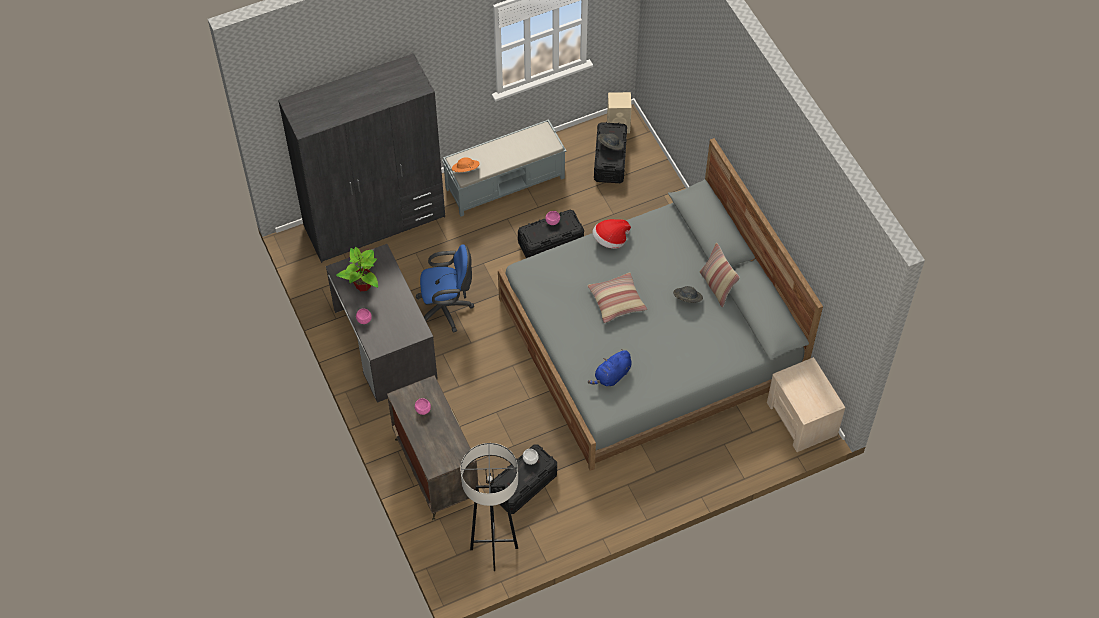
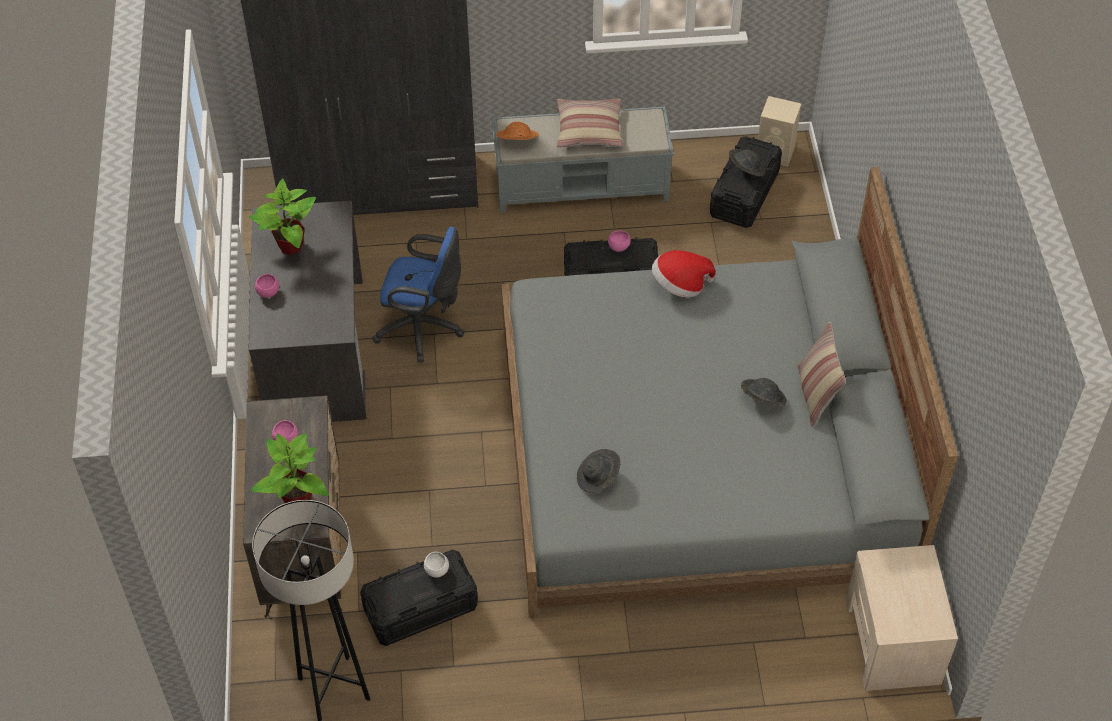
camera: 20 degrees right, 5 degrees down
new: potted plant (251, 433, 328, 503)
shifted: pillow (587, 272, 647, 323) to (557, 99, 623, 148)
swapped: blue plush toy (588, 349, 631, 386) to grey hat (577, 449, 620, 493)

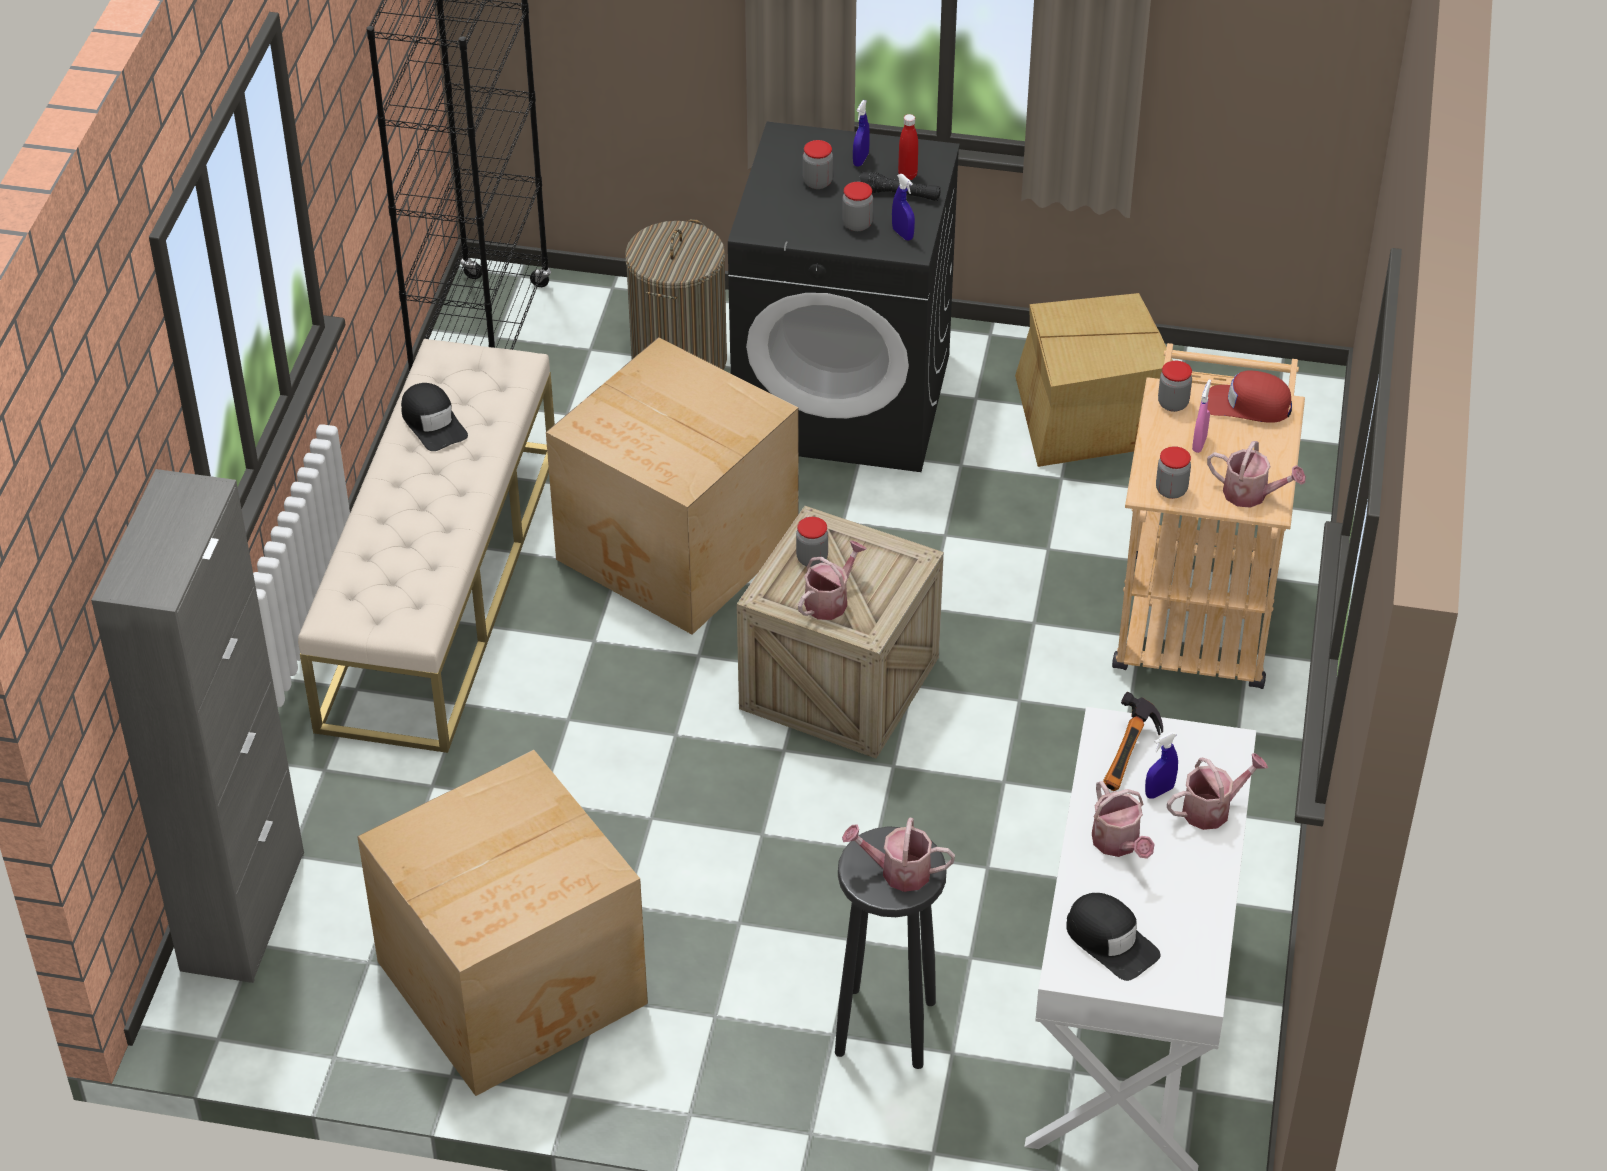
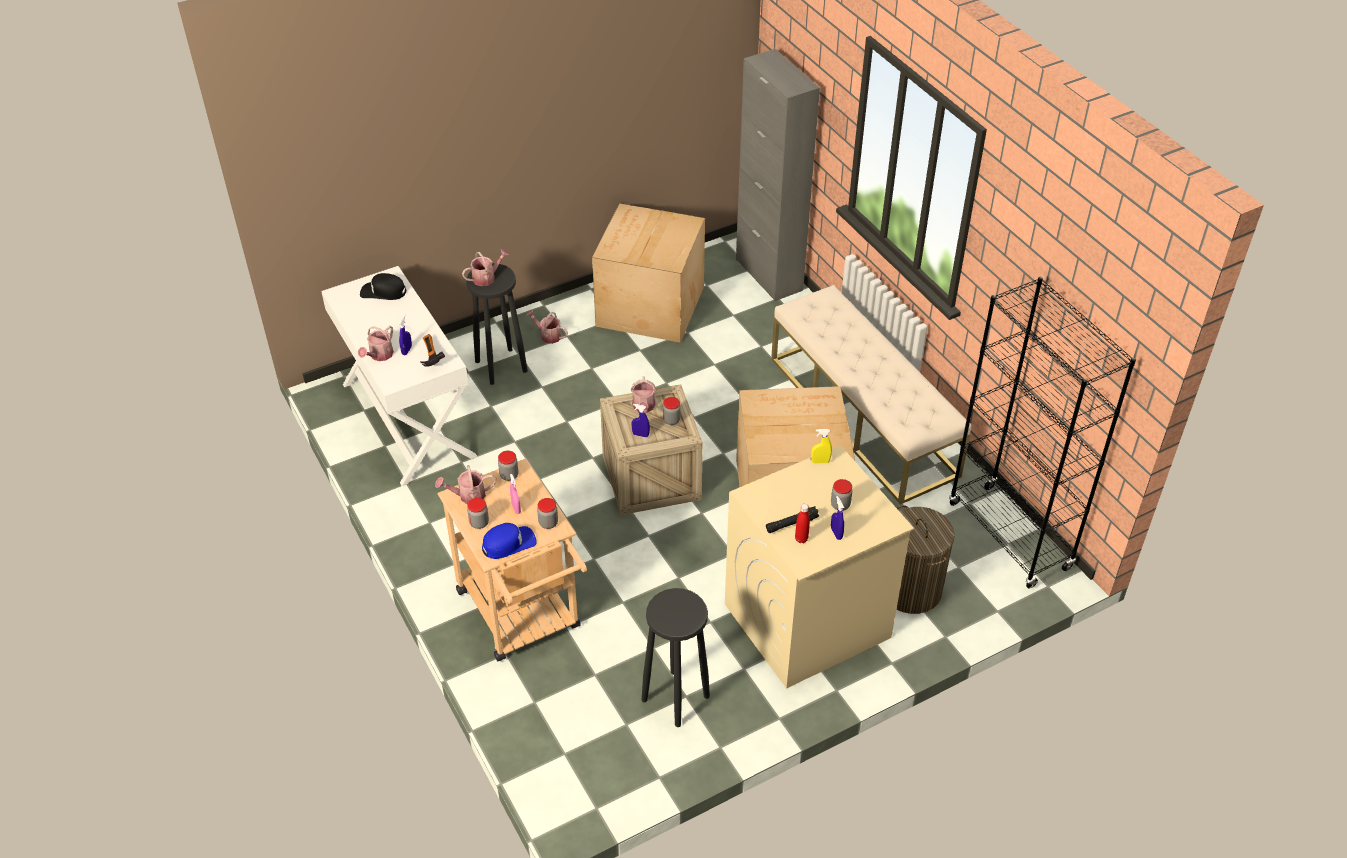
camera: 140 degrees right, 0 degrees up
gone: black cap (401, 383, 468, 451)
new: yellow spray bottle (811, 429, 832, 464)
shifted: jar (842, 182, 873, 231) to (467, 498, 489, 529); watering can (1092, 781, 1155, 859) to (526, 310, 568, 344); blue spray bottle (892, 174, 915, 240) to (631, 404, 650, 437)
swapped: cardboard box (1015, 293, 1173, 467) to black stool (642, 588, 710, 727)
repainted: red cap (1207, 371, 1292, 423) to blue cap (482, 523, 537, 559); black washing machine (728, 122, 960, 472) to beige washing machine (725, 445, 914, 689)

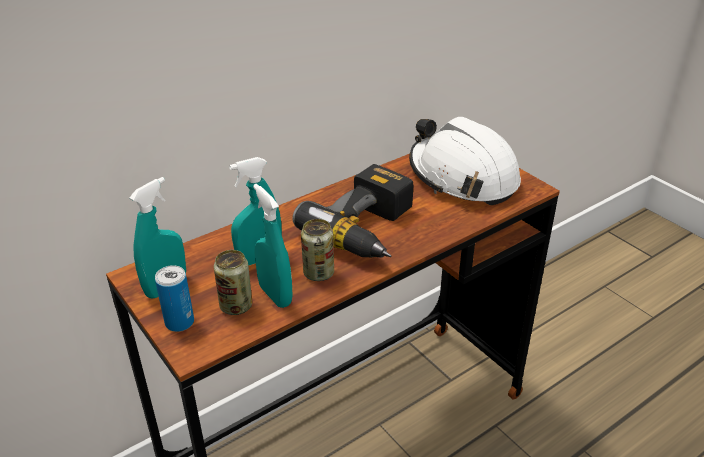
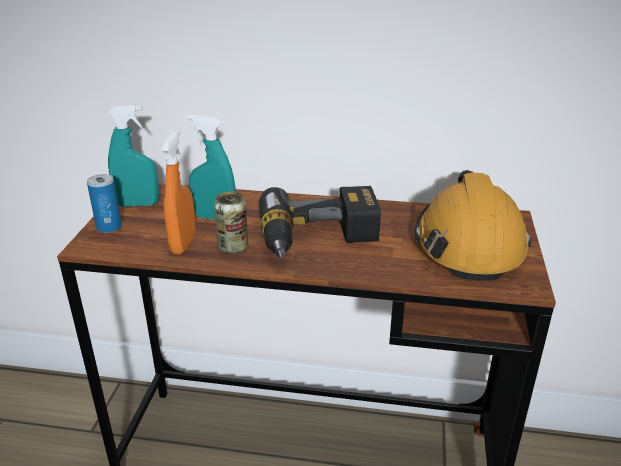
camera: 45 degrees right, 5 degrees down
gone: can (214, 250, 252, 315)
repainted: turquoise spray bottle (253, 184, 293, 308) to orange spray bottle (162, 130, 196, 255); white hard hat (409, 117, 521, 206) to orange hard hat (415, 170, 531, 281)

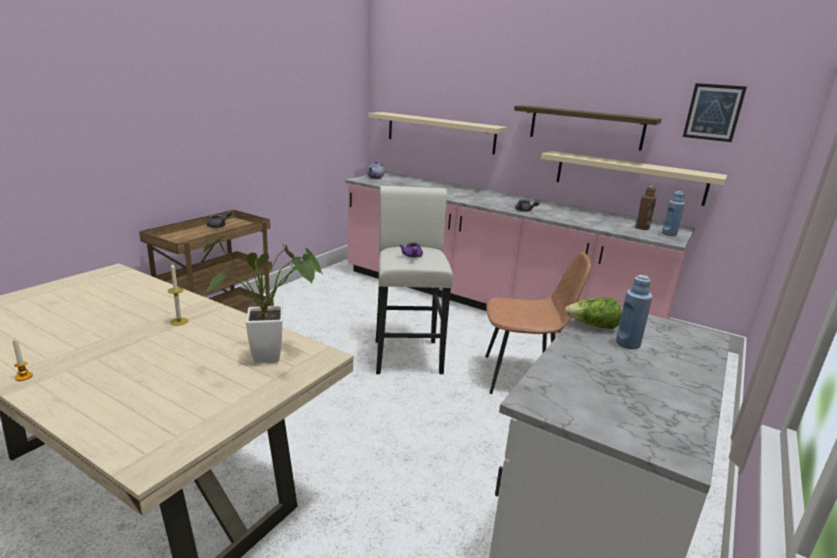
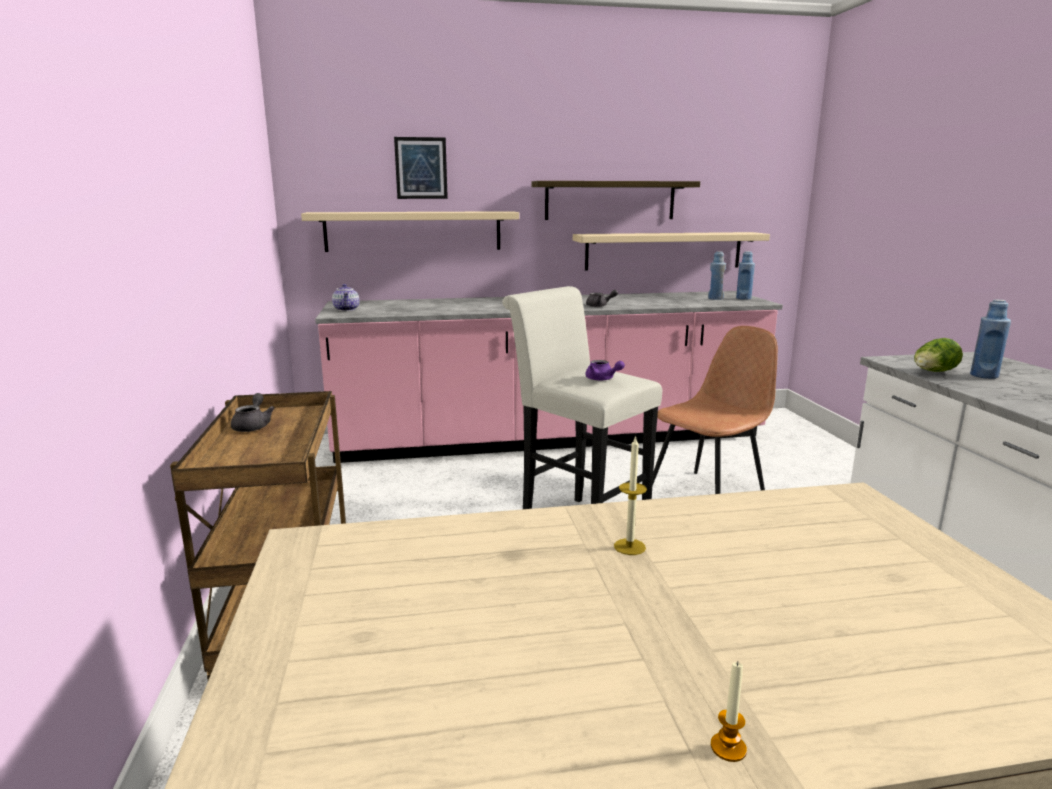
camera: 40 degrees left, 5 degrees down
gone: potted plant (204, 236, 323, 363)
shifted: picture (683, 83, 747, 142) to (394, 137, 448, 199)
repainted: brown bottle (635, 186, 657, 230) to blue bottle (708, 251, 726, 300)

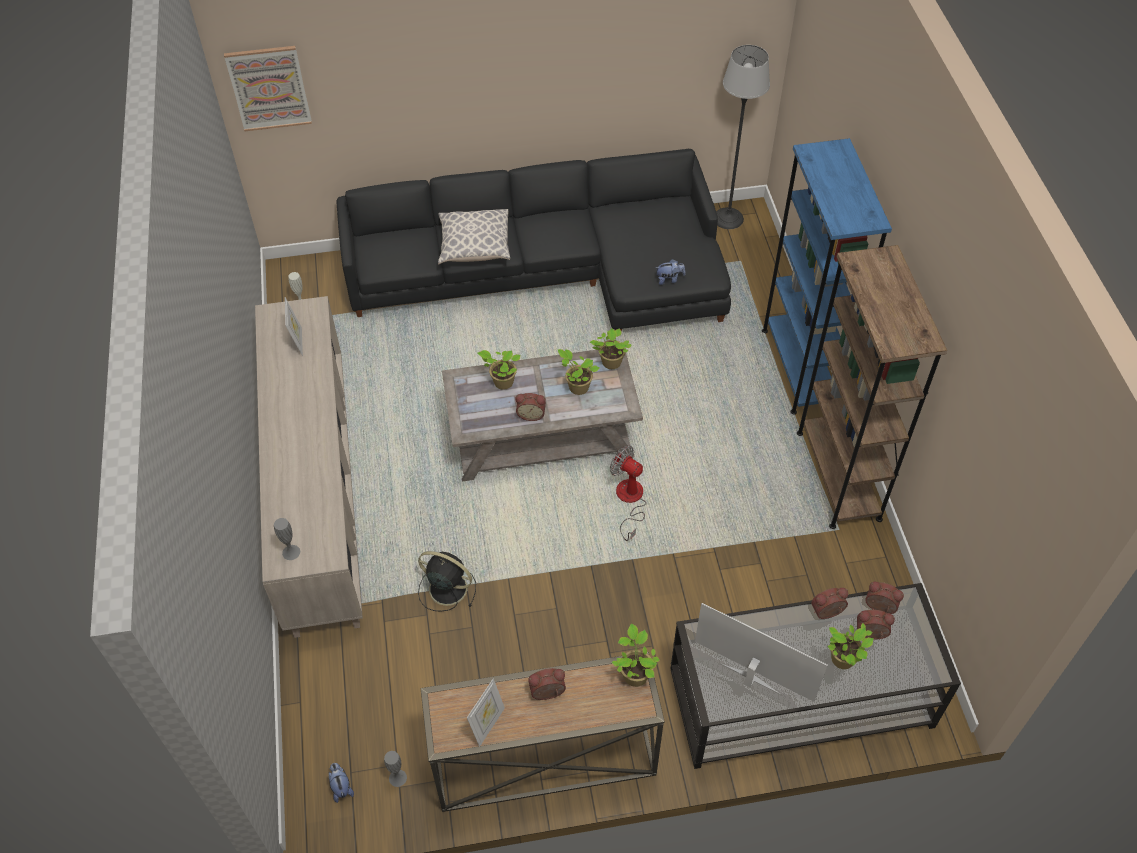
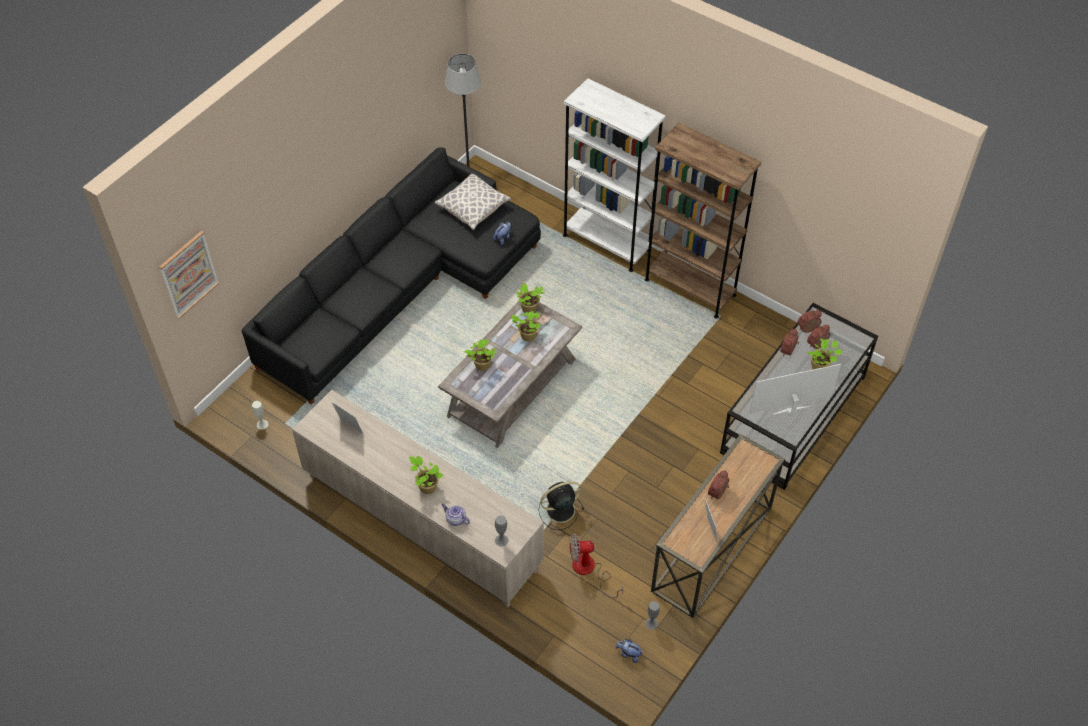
camera: 45 degrees left, 0 degrees up
gone: alarm clock (515, 393, 546, 421)
new: teapot (442, 504, 470, 526)
shifted: potted plant (612, 624, 660, 687) to (409, 456, 444, 494); pillow (438, 209, 510, 265) to (435, 174, 511, 231); fan (610, 446, 646, 541) to (570, 534, 623, 598)
repainted: blue bookcase (762, 138, 892, 415) to white bookcase (563, 78, 666, 272)

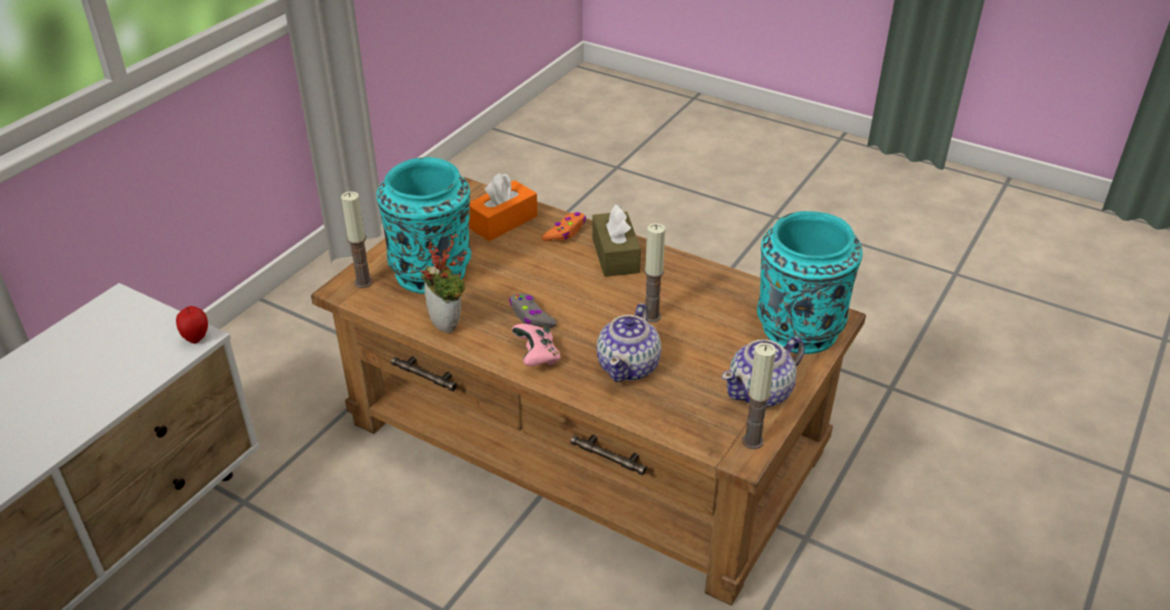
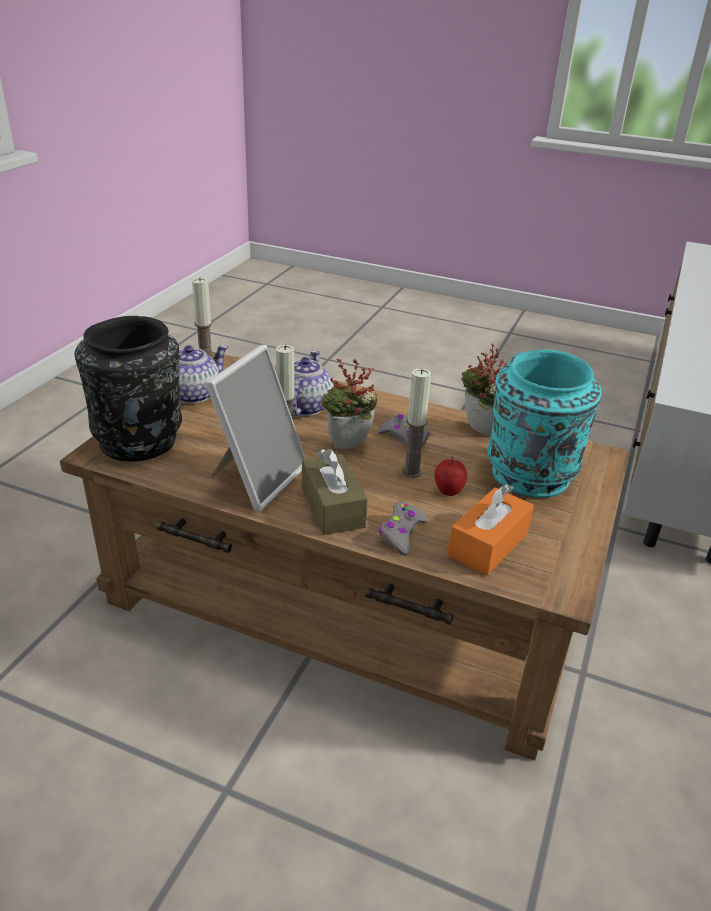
camera: 170 degrees right, 5 degrees down
gone: pink game controller (512, 324, 560, 366)
new: picture frame (205, 345, 306, 512); potted plant (321, 358, 377, 449)
shifted: candle (341, 191, 373, 288) to (402, 368, 431, 478); apple (176, 306, 208, 344) to (434, 456, 467, 496)
repainted: turquoise vase (757, 211, 862, 354) to black vase (74, 316, 182, 462); orange game controller (541, 212, 586, 241) to grey game controller (379, 502, 428, 556)

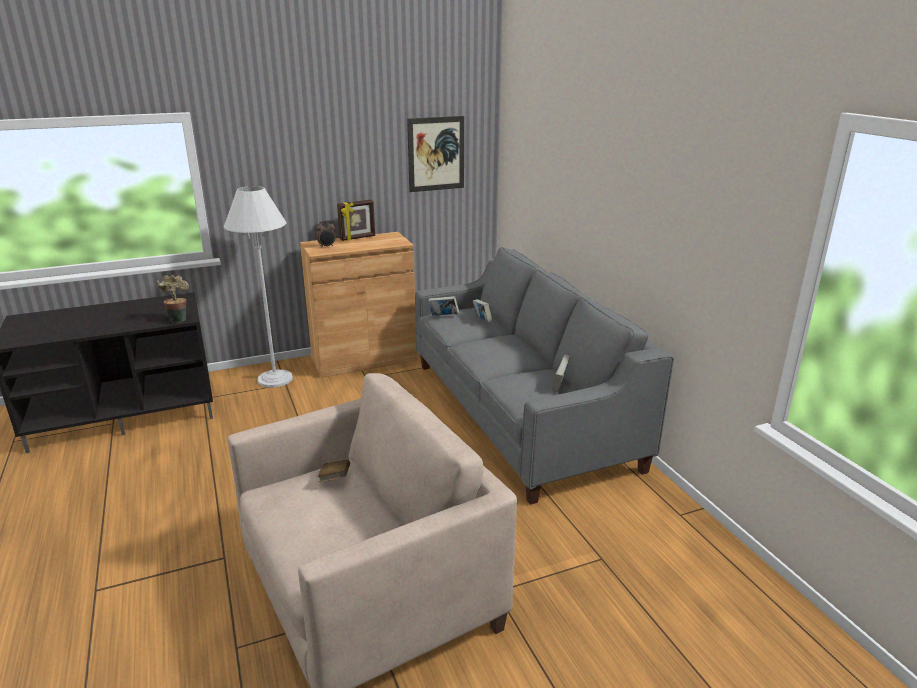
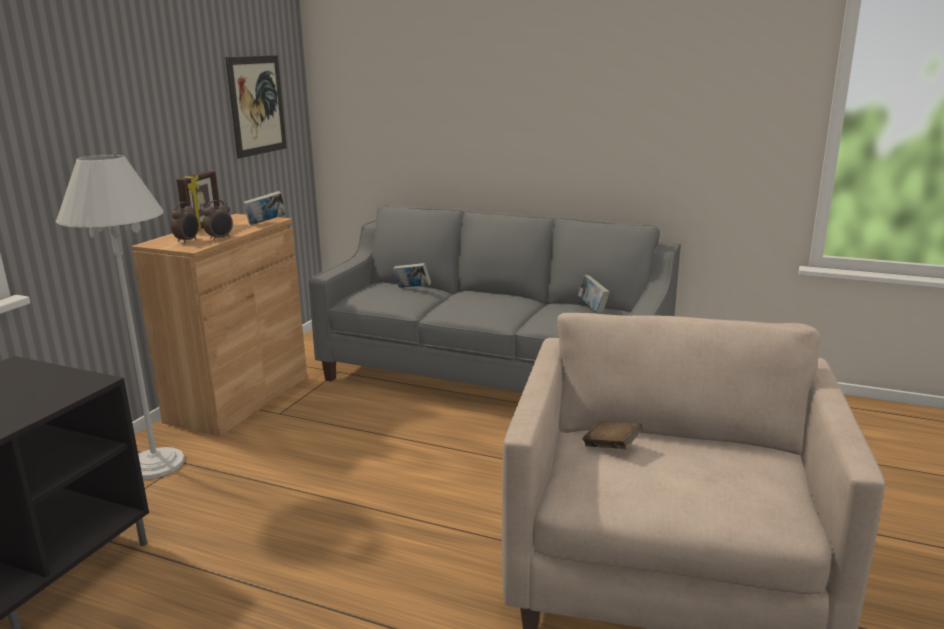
camera: 45 degrees left, 5 degrees down
gone: potted plant (157, 275, 189, 323)
new: alarm clock (203, 200, 233, 241)
shifted: book (428, 296, 459, 316) to (243, 191, 286, 225)

